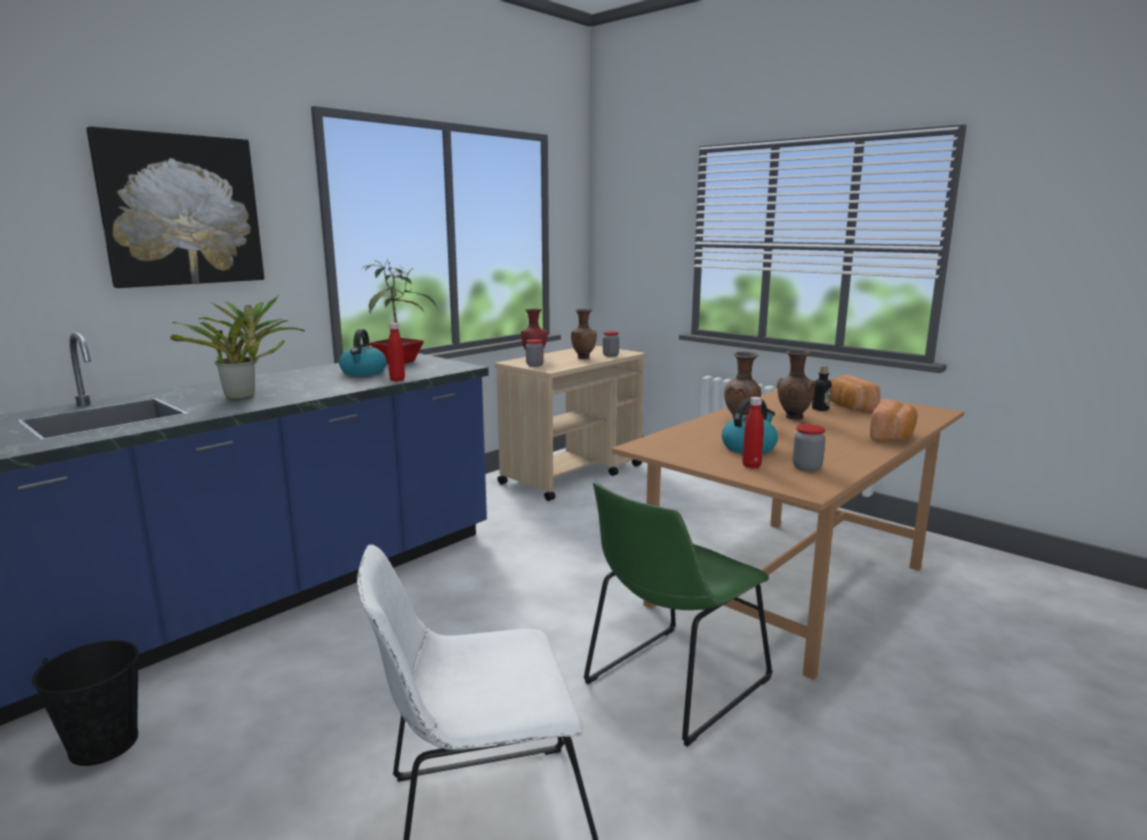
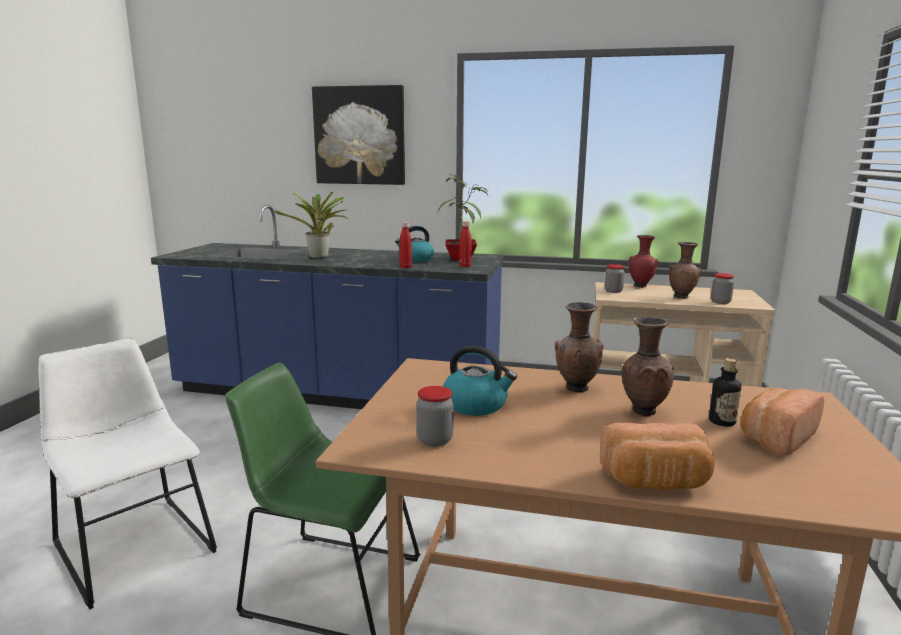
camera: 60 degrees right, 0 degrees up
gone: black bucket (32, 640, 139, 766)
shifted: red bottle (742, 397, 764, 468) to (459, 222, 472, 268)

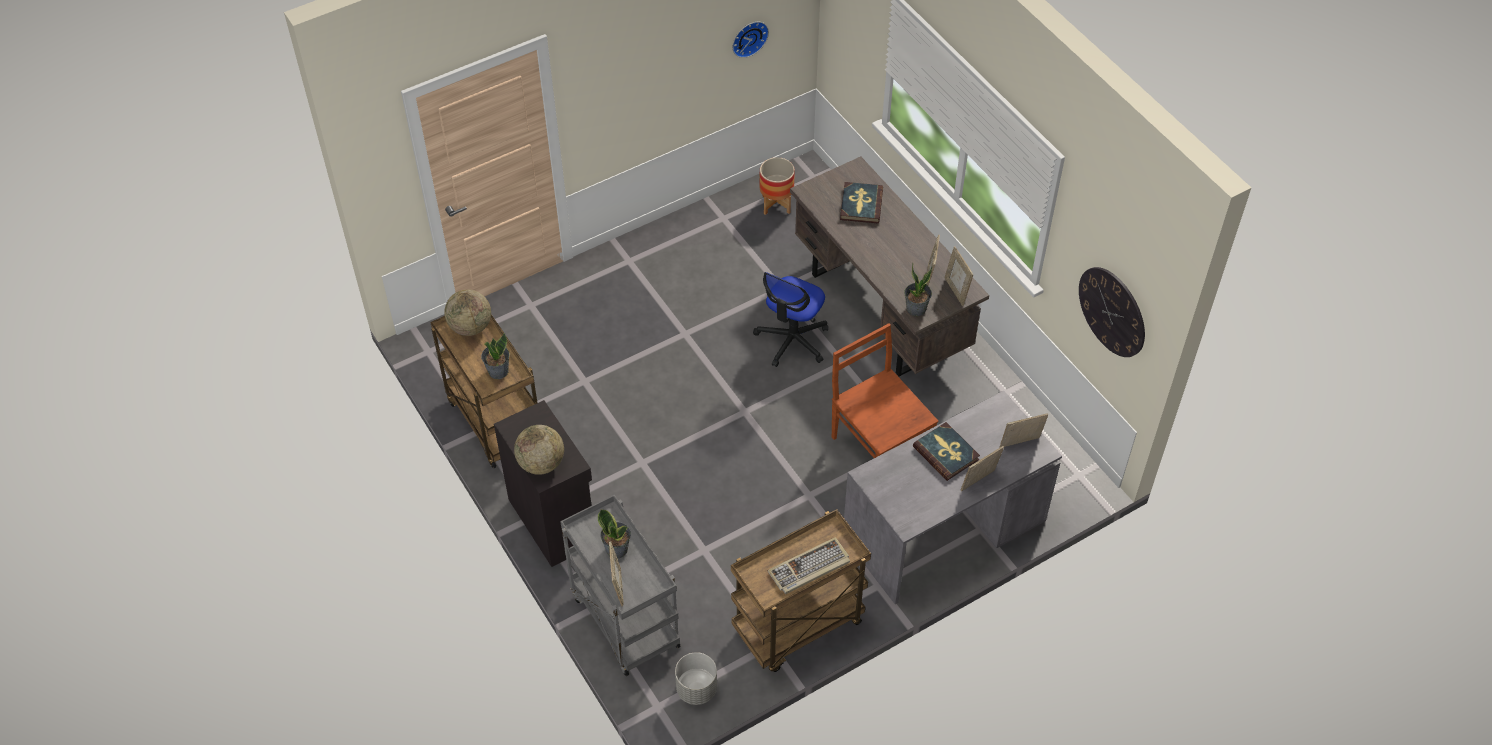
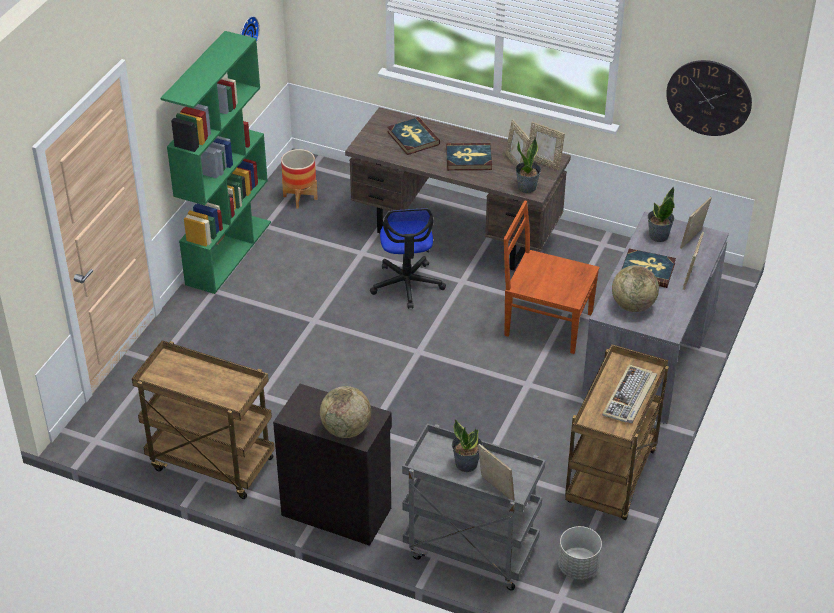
camera: 35 degrees left, 10 degrees down
new: green bookcase (161, 31, 271, 294); book (446, 143, 492, 170)
shifted: globe (444, 289, 491, 336) to (612, 265, 659, 312); potted plant (481, 333, 510, 379) to (647, 187, 675, 242)

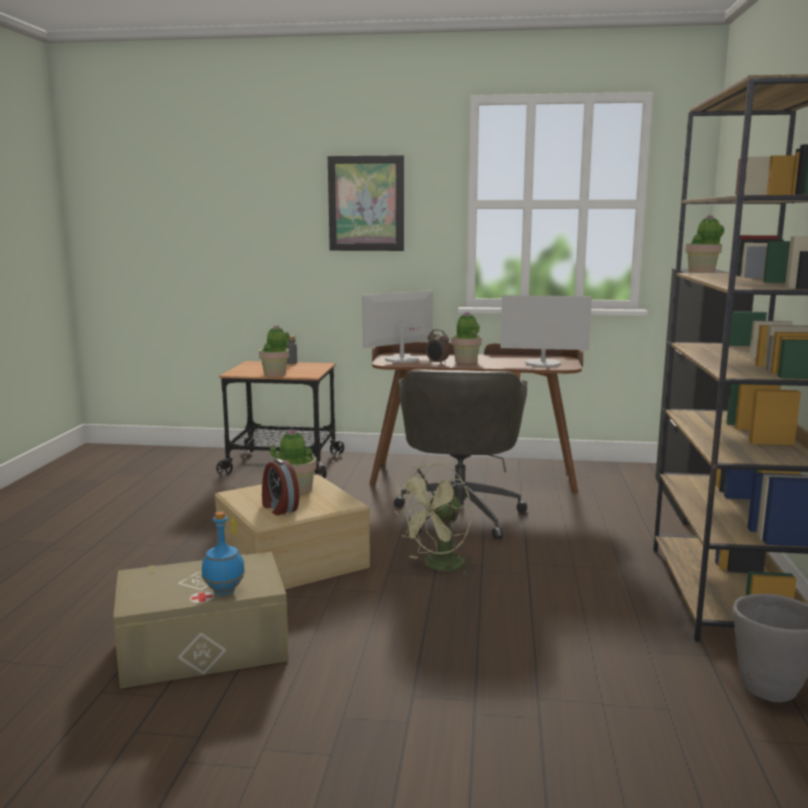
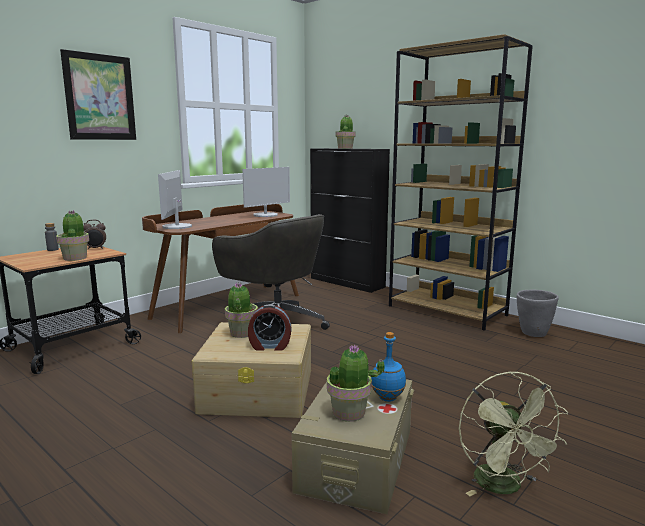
camera: 55 degrees left, 0 degrees up
shifted: alarm clock (426, 329, 450, 365) to (83, 220, 106, 250); potted plant (451, 312, 482, 364) to (327, 345, 384, 422); green fan (394, 463, 477, 576) to (459, 371, 568, 496)

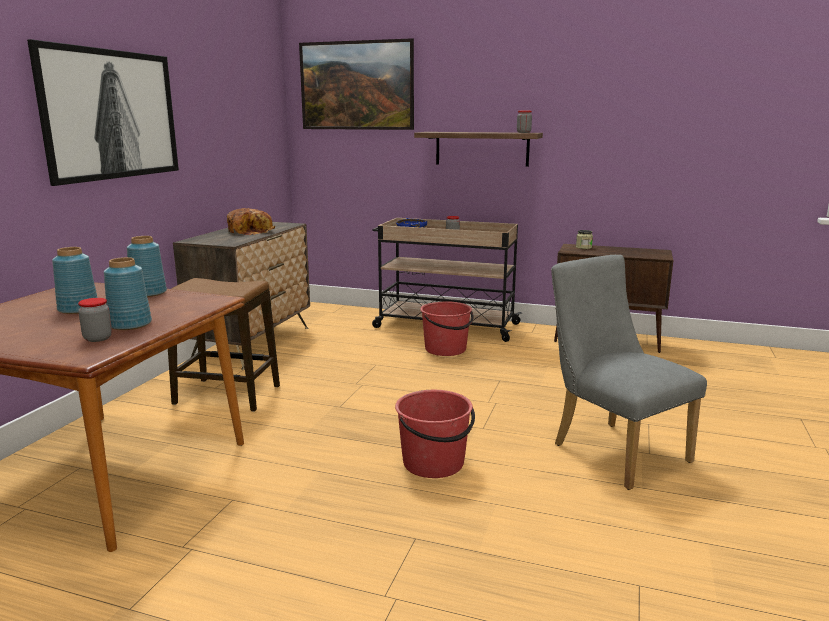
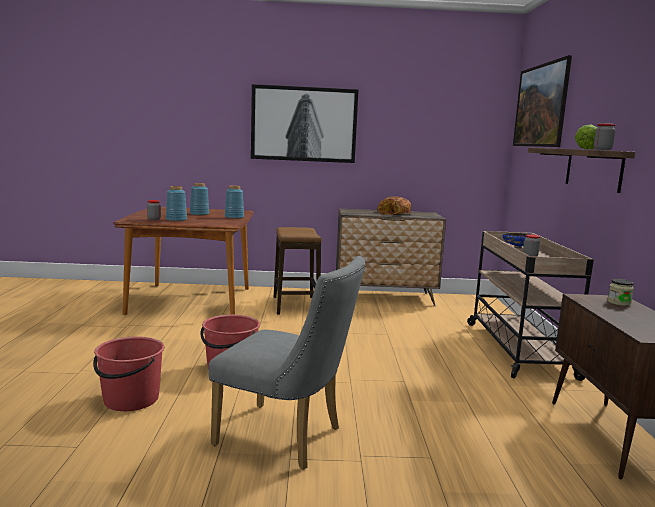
camera: 70 degrees right, 5 degrees down
new: lettuce (575, 125, 598, 150)
shifted: red bucket (420, 301, 474, 356) to (93, 336, 164, 411)
rotated: grey chair (551, 255, 707, 490) = (209, 256, 365, 470) 75 degrees clockwise

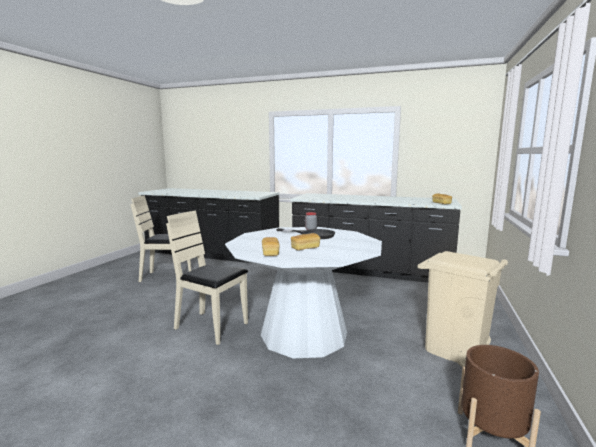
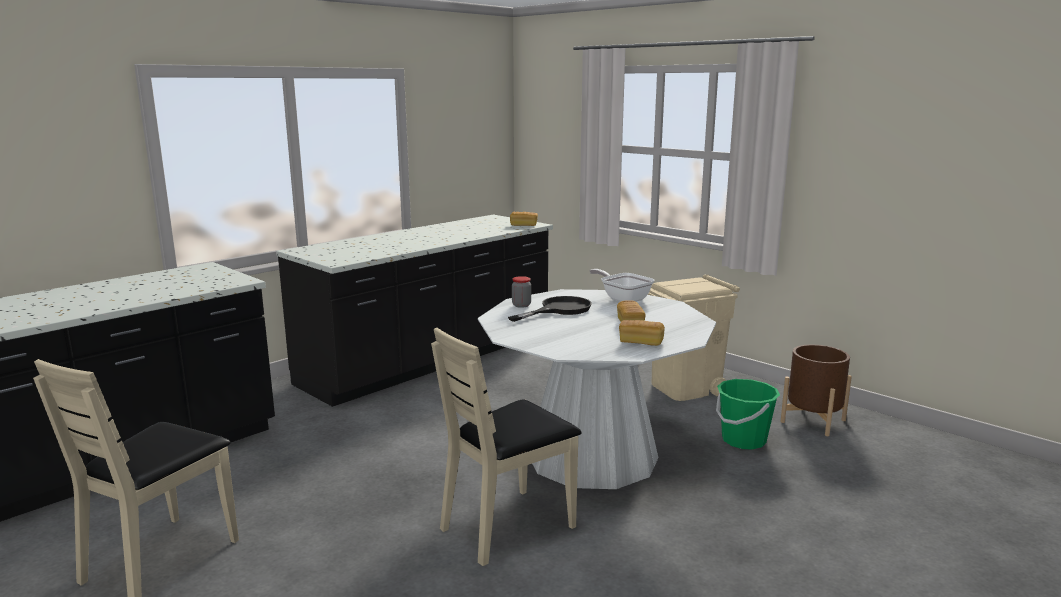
camera: 65 degrees left, 5 degrees up
new: frying pan (590, 269, 654, 302); green bucket (716, 379, 780, 450)

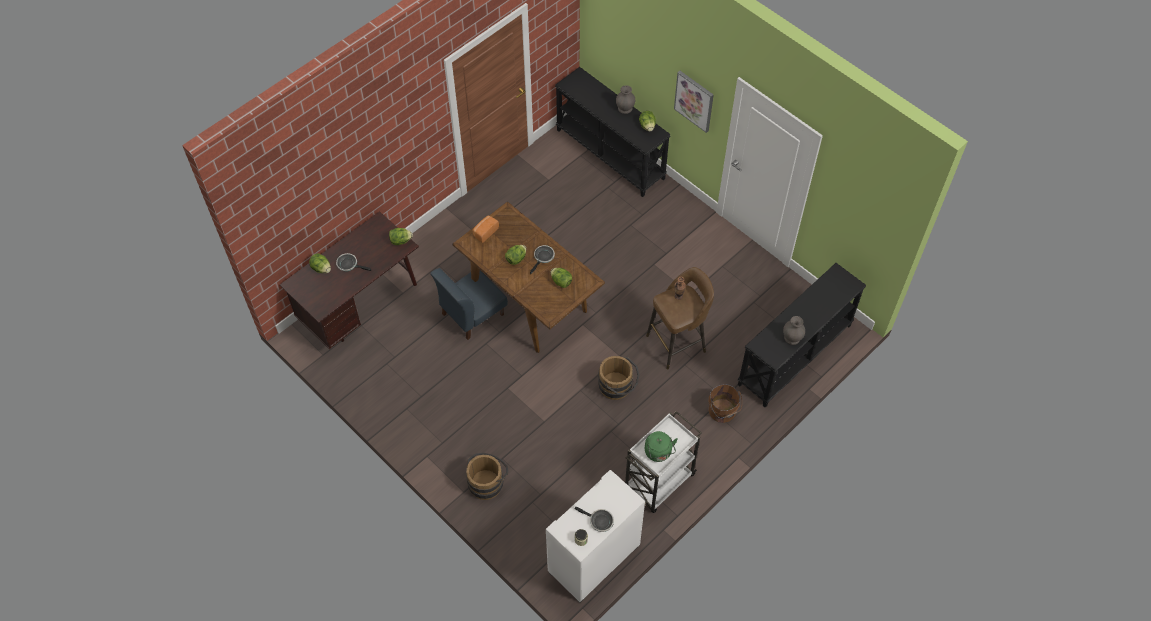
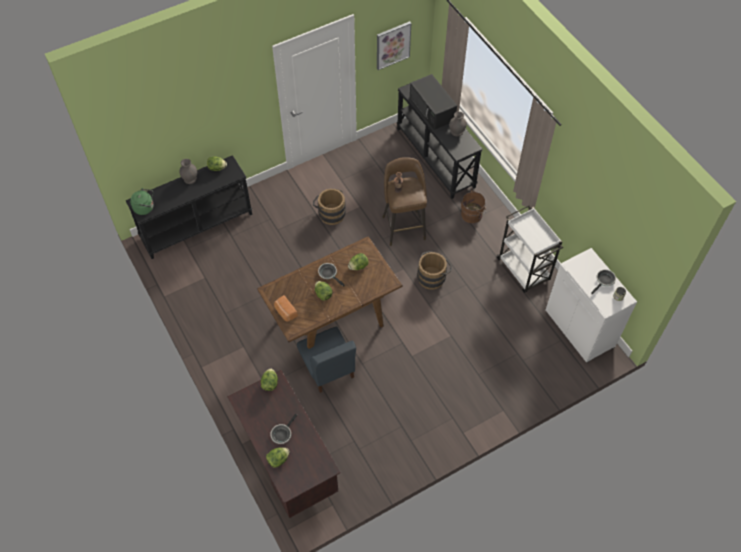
camera: 75 degrees left, 0 degrees up
new: black microwave (410, 74, 457, 130)
shifted: green kettle (645, 431, 678, 462) to (130, 188, 154, 215); brown bucket (466, 453, 508, 500) to (313, 189, 346, 225); picture (674, 71, 714, 133) to (377, 21, 411, 70)

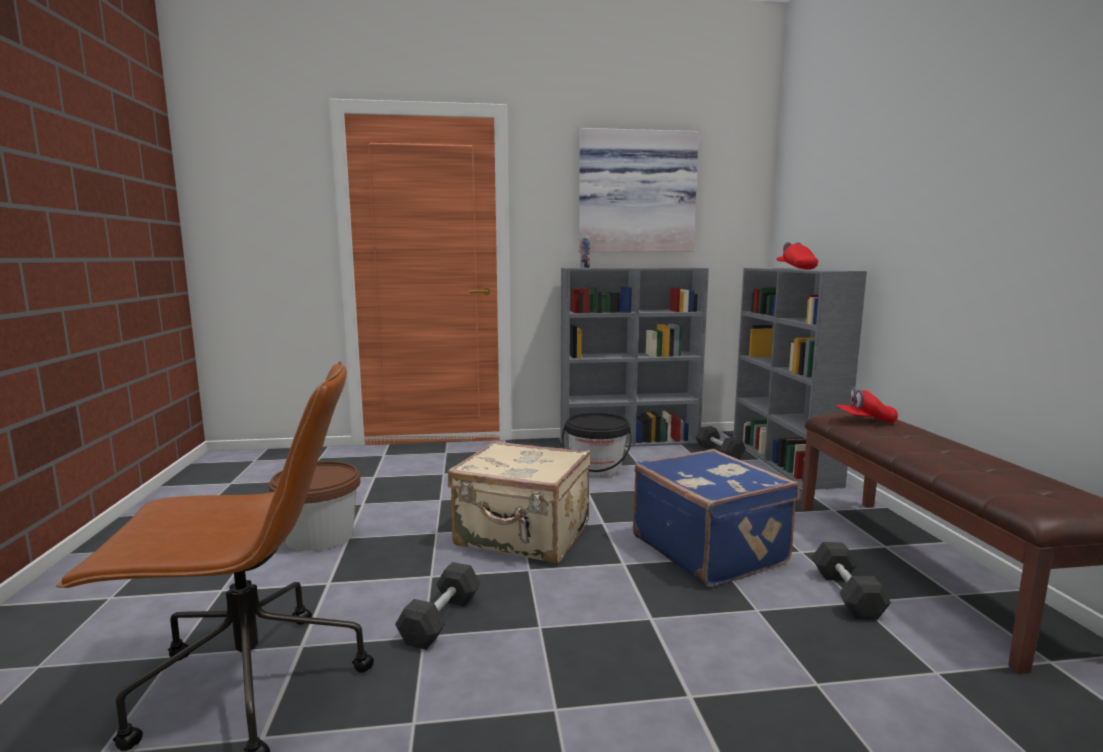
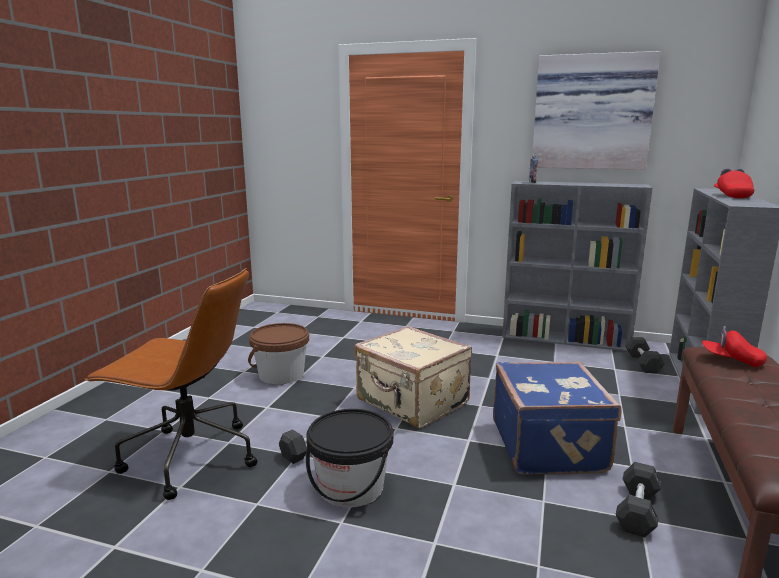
camera: 25 degrees right, 5 degrees up
shifted: black bucket (562, 413, 632, 476) to (306, 409, 393, 507)

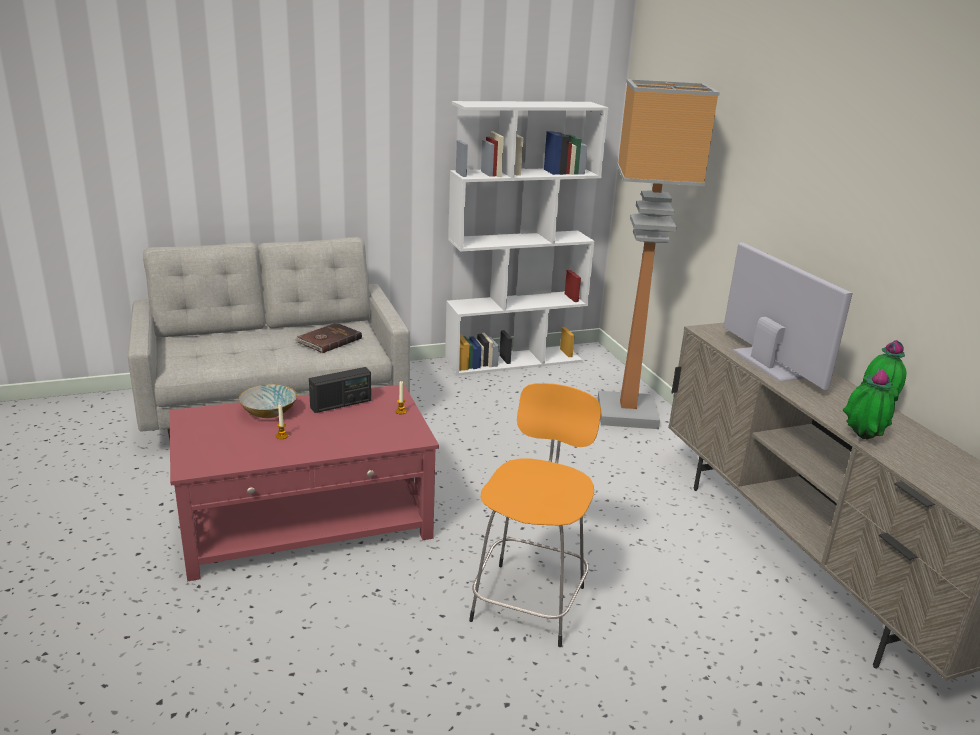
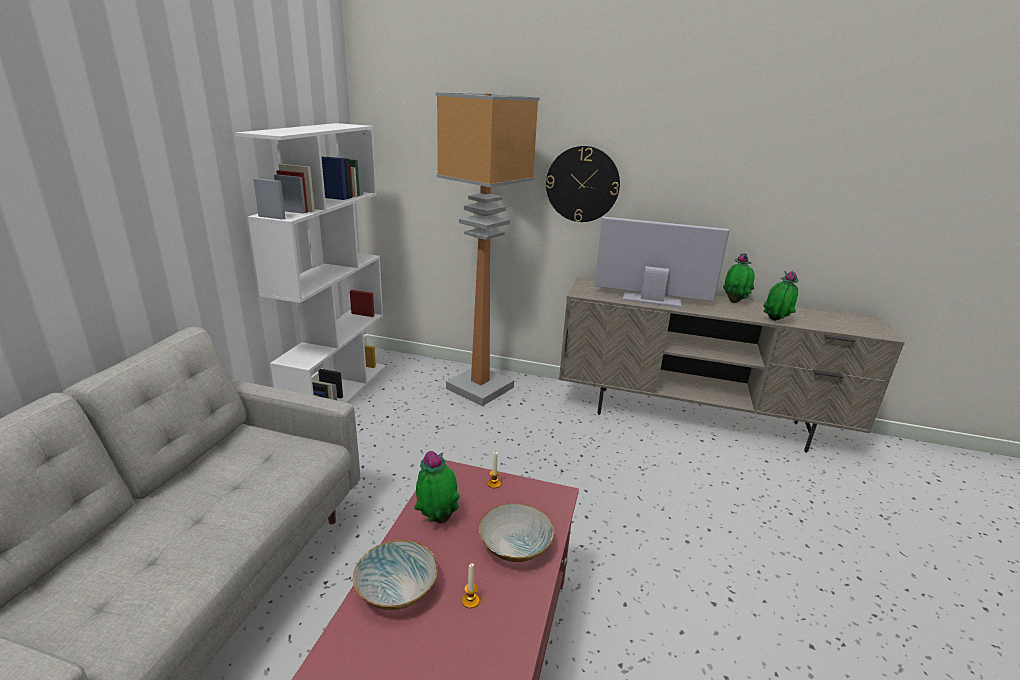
camera: 55 degrees left, 0 degrees up
gone: brown book (295, 323, 362, 353); orange stool (469, 383, 601, 647)
new: bowl (479, 503, 554, 562); wall clock (546, 146, 620, 222)
swapped: radio (309, 367, 371, 413) to potted plant (414, 451, 460, 524)

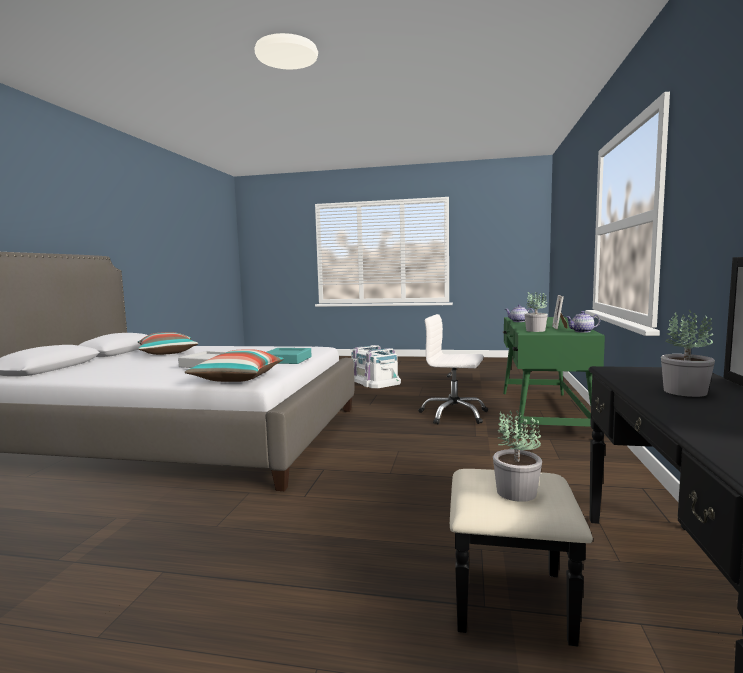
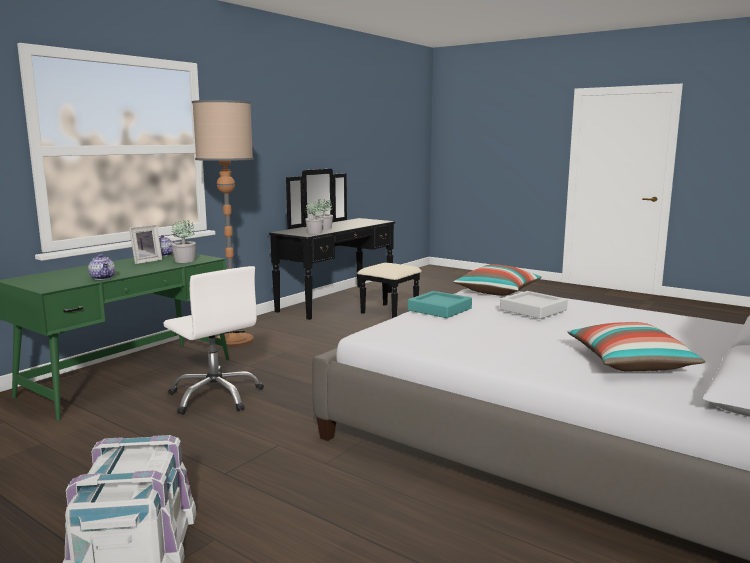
camera: 155 degrees left, 5 degrees up
new: floor lamp (192, 100, 254, 347)
shifted: potted plant (493, 411, 542, 502) to (305, 201, 324, 234)

